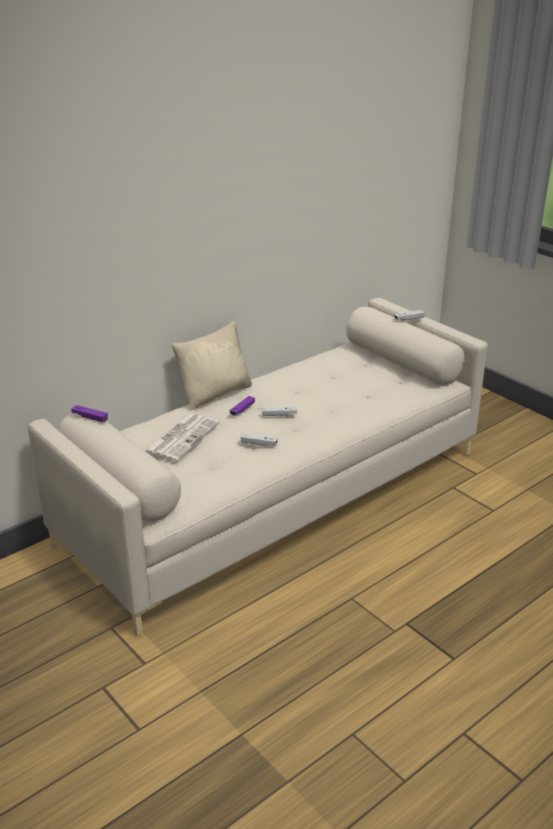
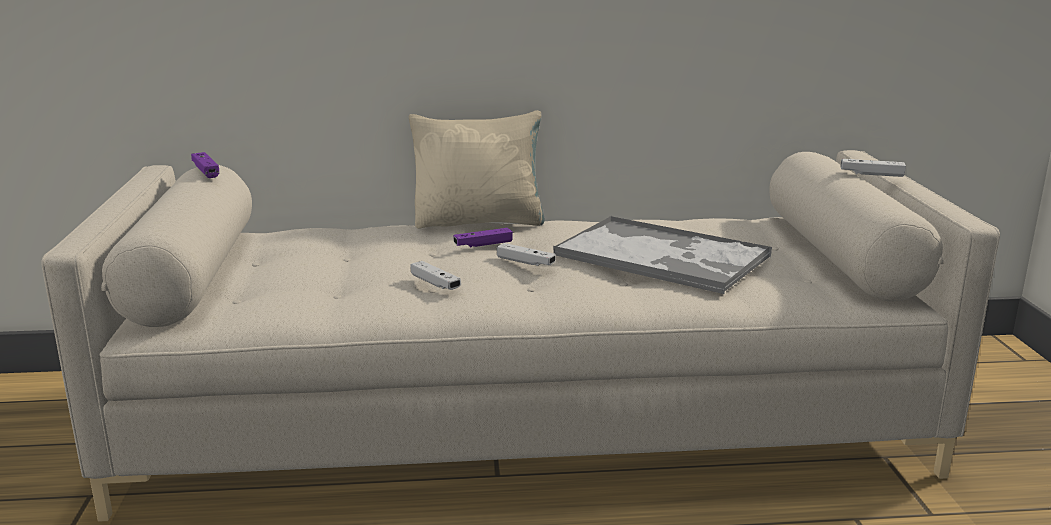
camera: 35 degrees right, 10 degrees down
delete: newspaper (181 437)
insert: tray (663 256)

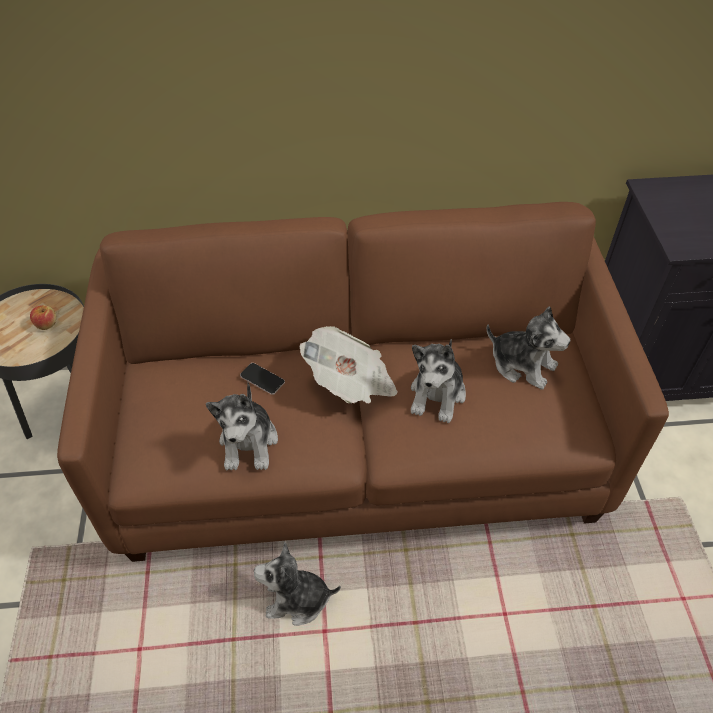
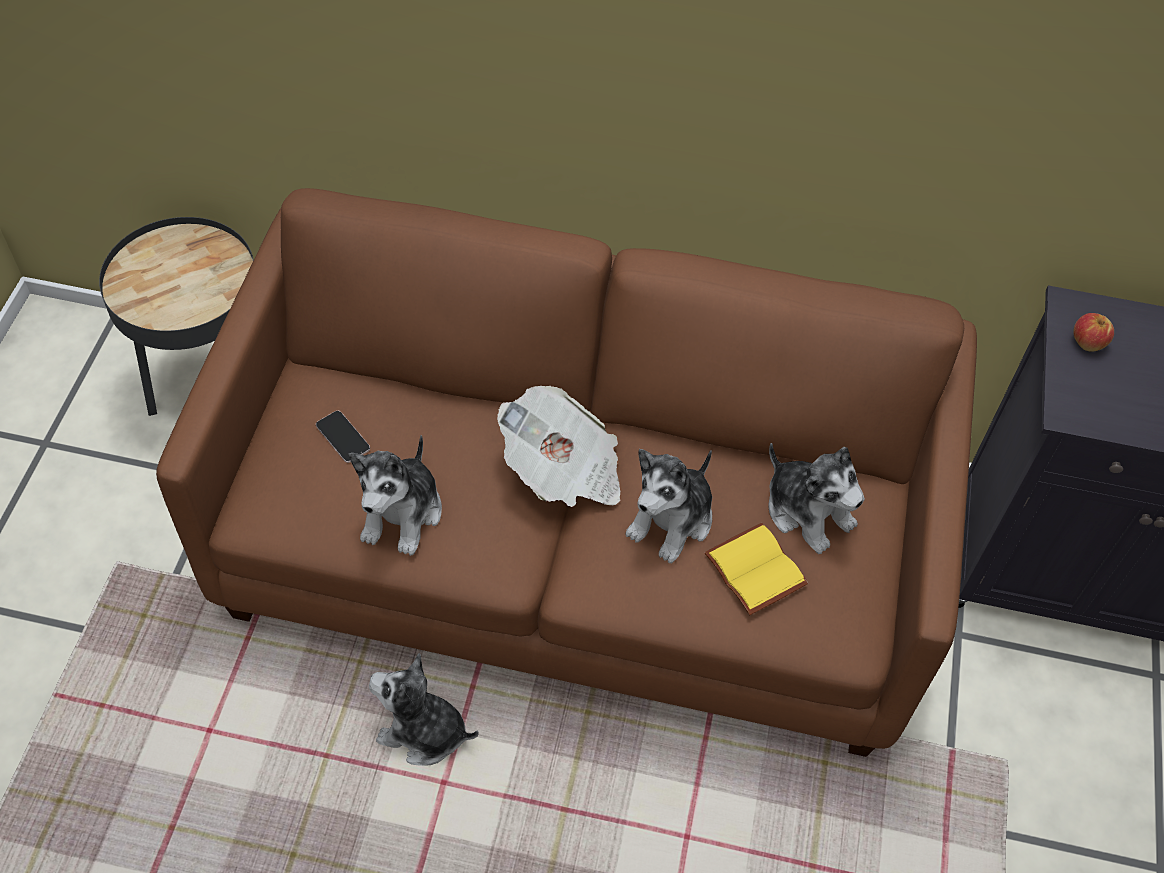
camera: 15 degrees right, 5 degrees up
insert: book in yellow (752 570)
move: apple (46 324) to (1087 342); phone (262 379) to (343 437)

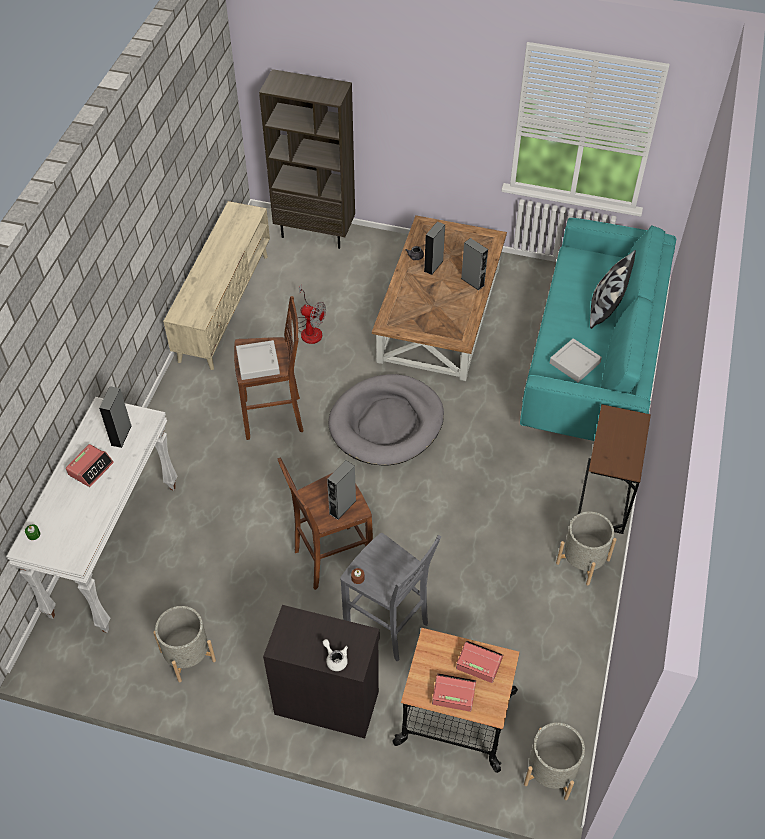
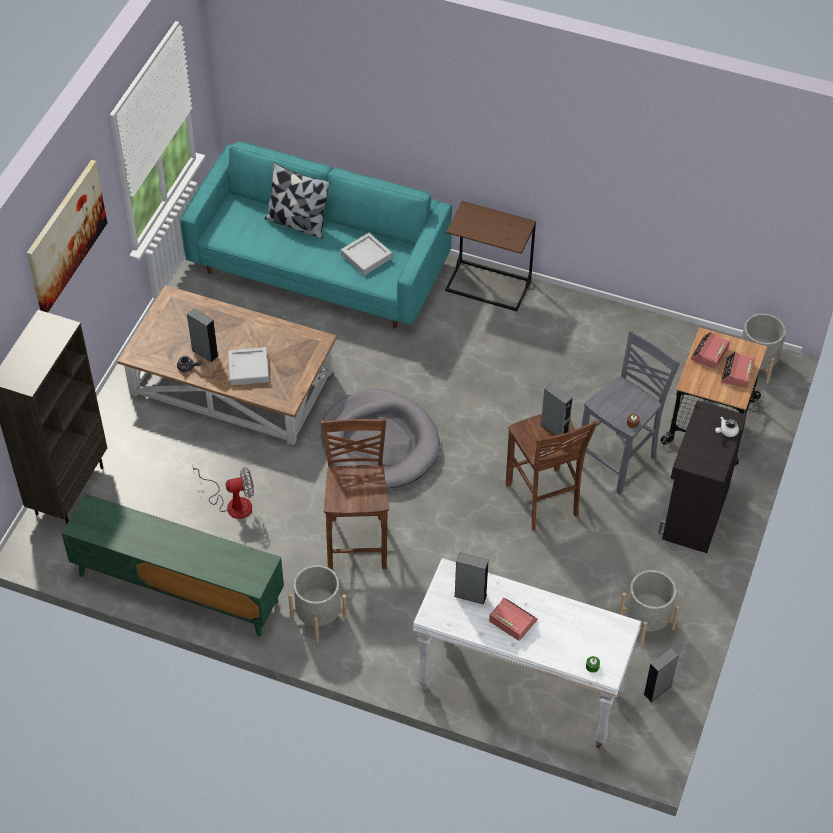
camera: 85 degrees left, 0 degrees up
insert: picture (66 236)
move: speaker in grey (472 282) to (657 690); tray in grey (258 363) to (248 369); planter in grey (583 561) to (318 617)
recolor: tv stand in beige (224 306) to tv stand in green (177 588)
rotate: fan (310 329) = (232 503) 45 degrees clockwise

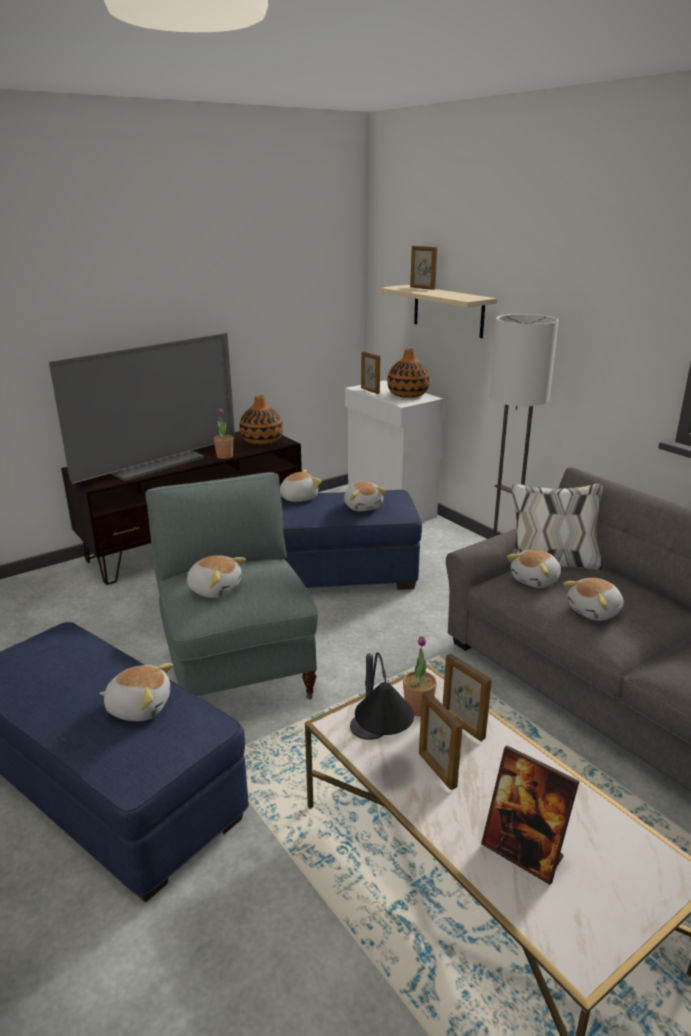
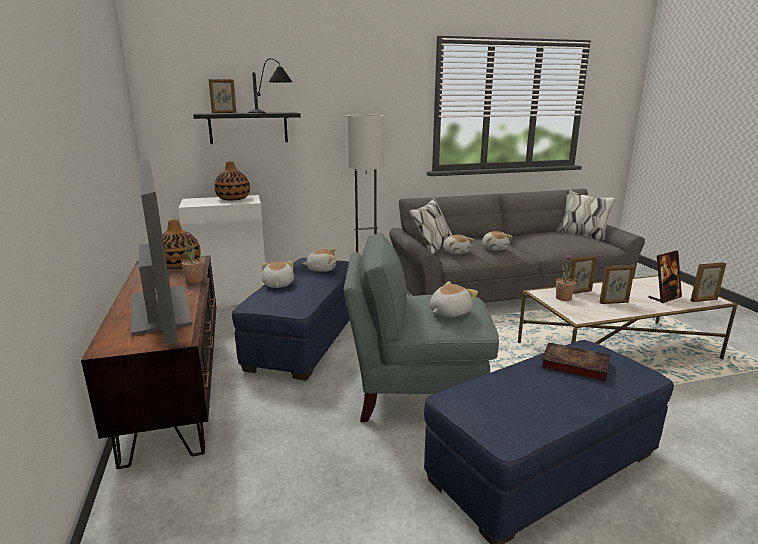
camera: 70 degrees left, 5 degrees down
move: picture frame (370 391) to (704 300); table lamp (377 753) to (273 112)
replace: plush toy (139 707) to book (573 365)
recolor: shelf in beige (448 311) to shelf in black (248 128)

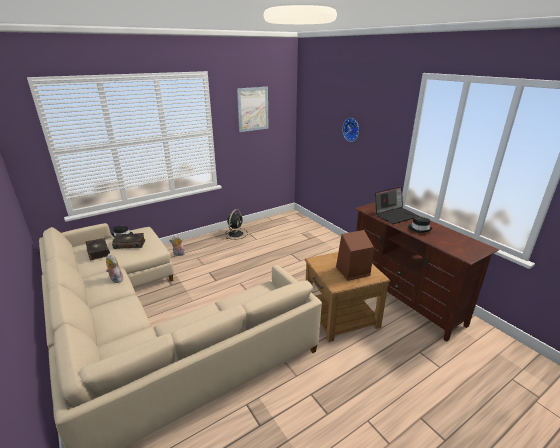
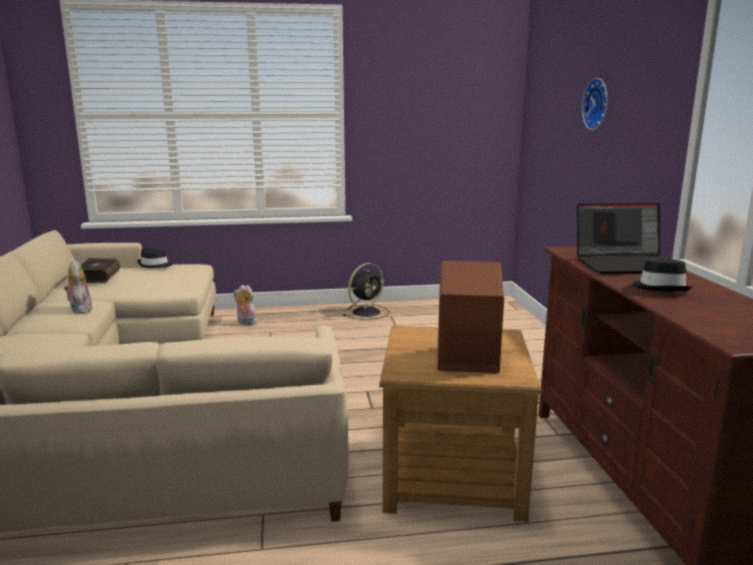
camera: 25 degrees right, 10 degrees down
delete: picture (253 109); book (130 244)

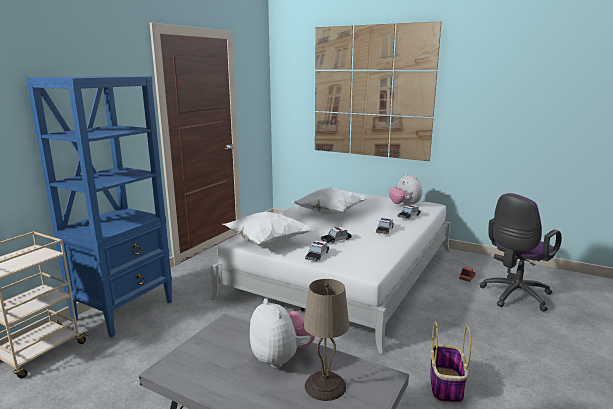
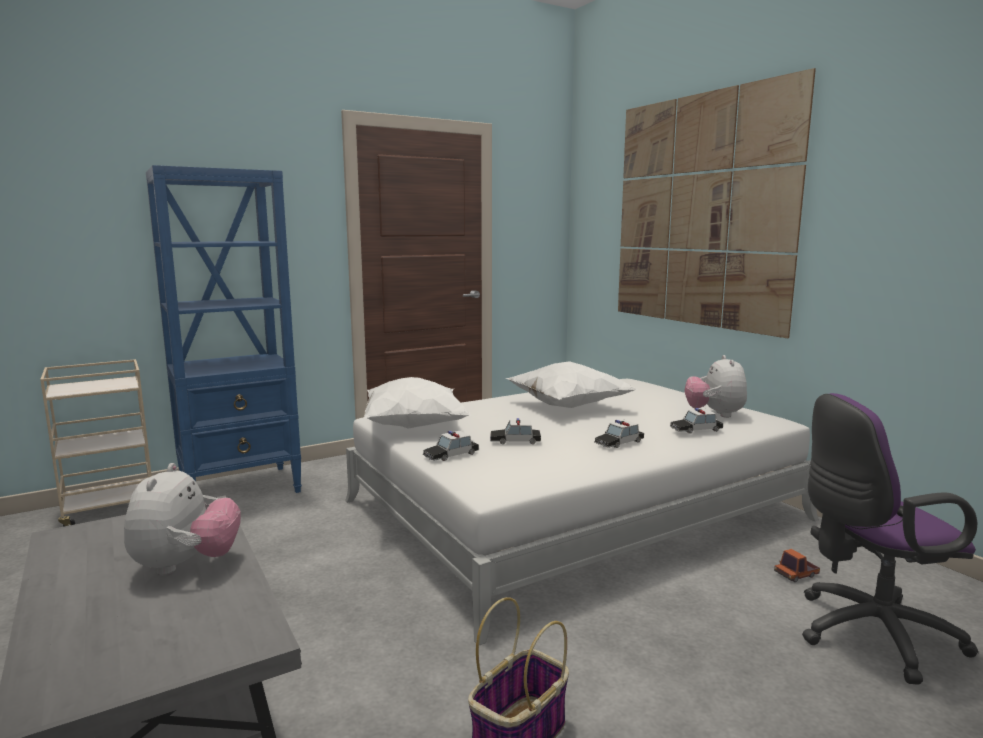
camera: 30 degrees right, 5 degrees down
delete: table lamp in beige (324 386)

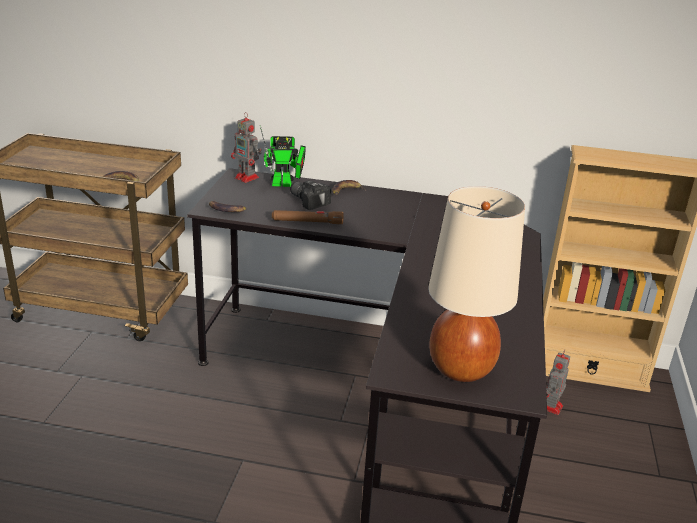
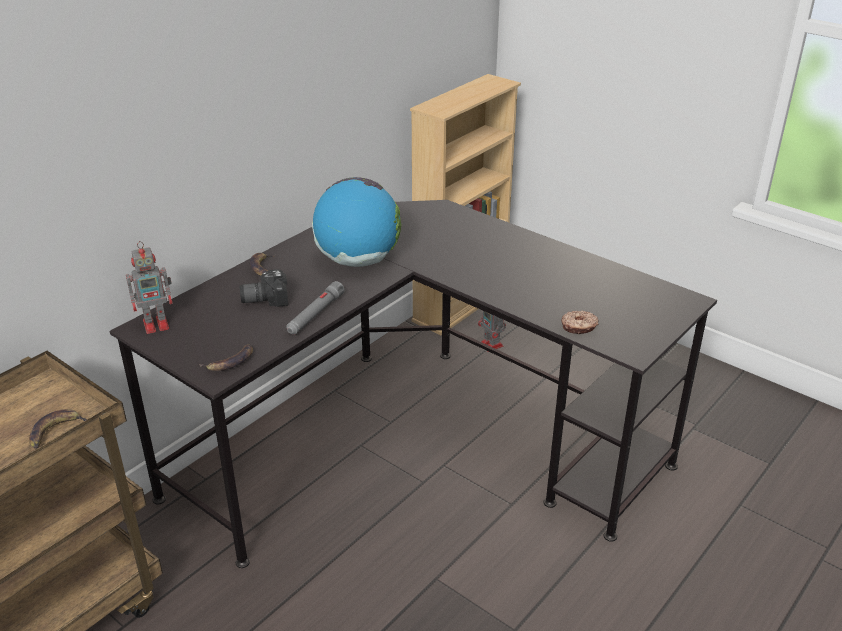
camera: 60 degrees left, 5 degrees up
delete: toy robot (285 184); table lamp in beige (461 369)
insert: globe (358 261); donut (579 327)
recolor: flashlight in brown (307 222) to flashlight in grey (315 314)

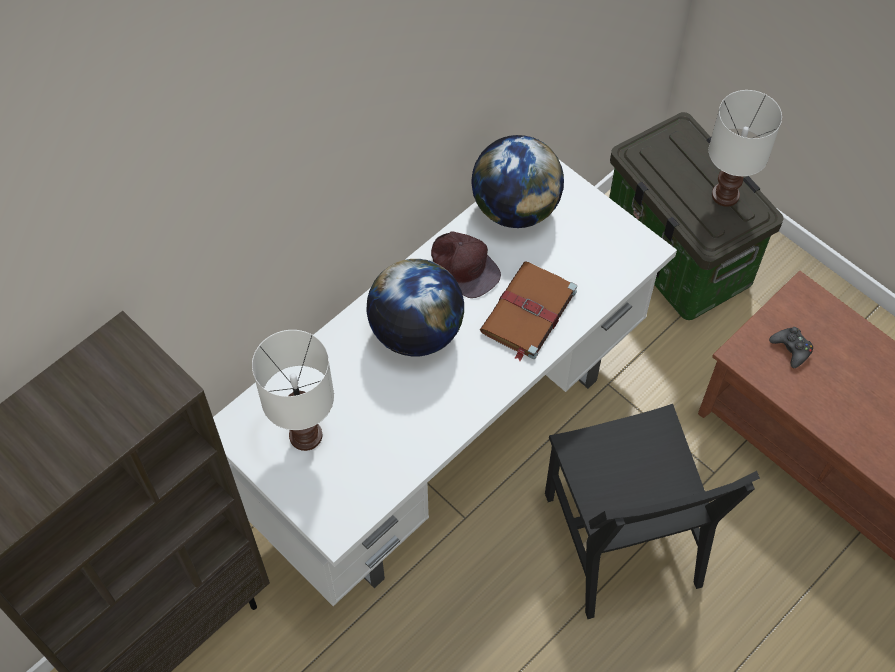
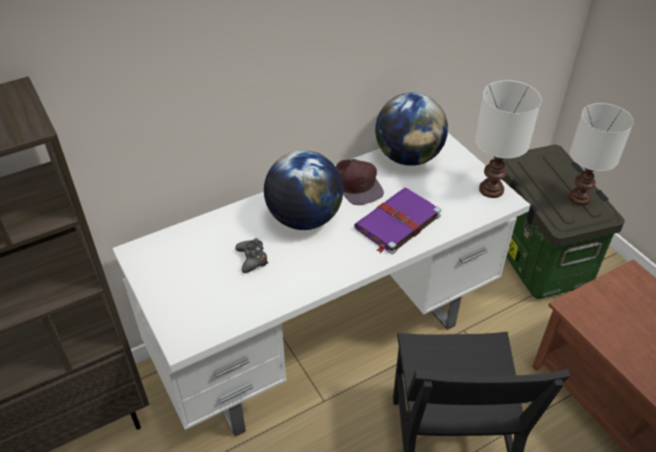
camera: 15 degrees right, 15 degrees down
move: game controller in black (791 349) to (252 259); table lamp in white (307 435) to (492 189)
recolor: book in brown (528 313) to book in purple (397 223)

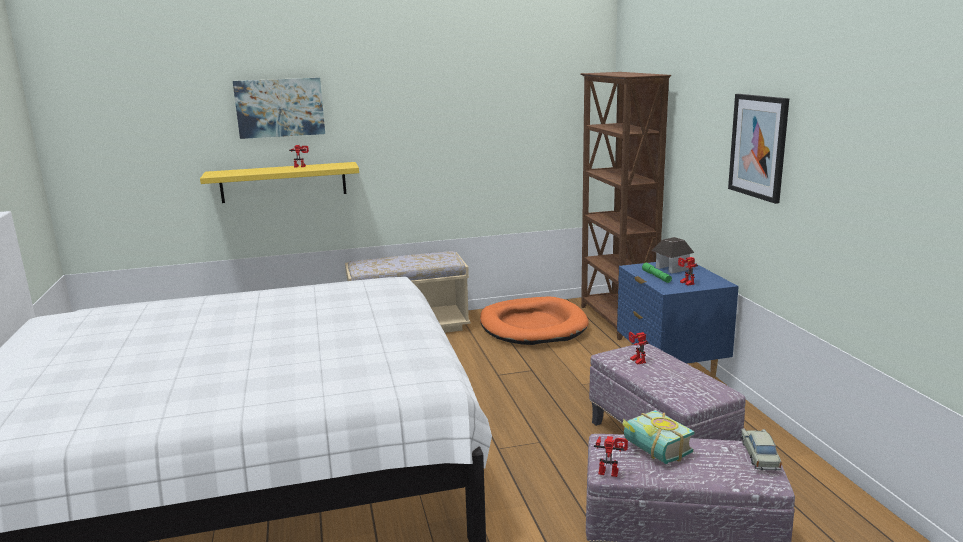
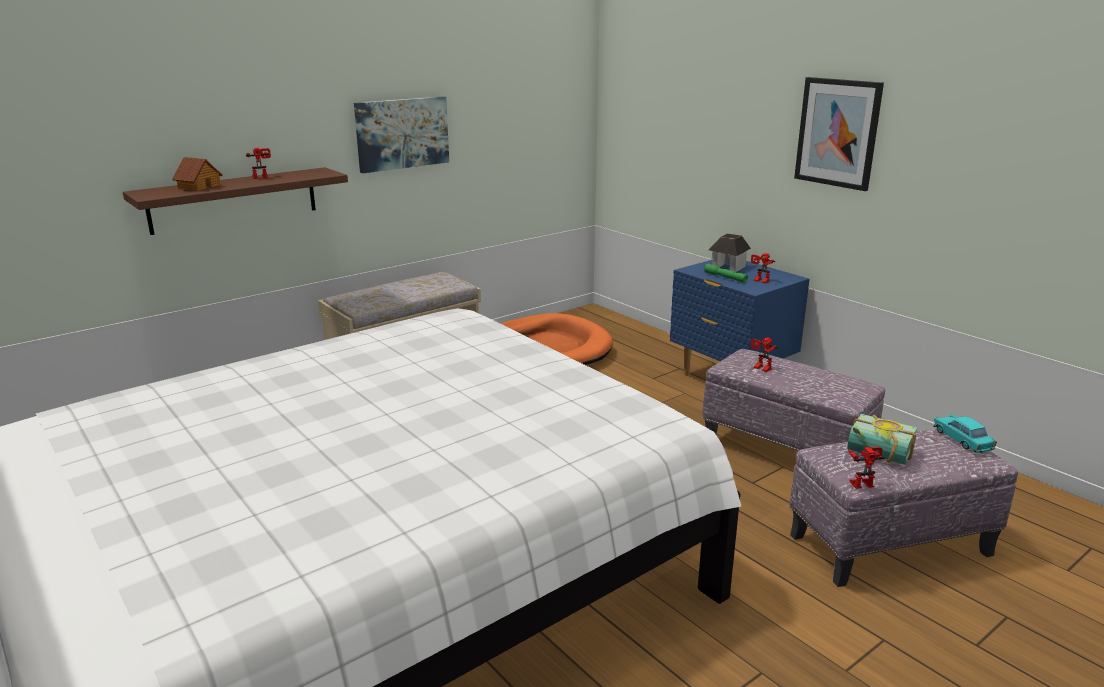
camera: 25 degrees left, 5 degrees up
delete: bookcase in brown (616 320)
insert: toy house (199 187)
move: picture (280 107) to (402 133)
recolor: shelf in yellow (283 182) to shelf in brown (234 200); toy car in beige (759 456) to toy car in turquoise (962 440)

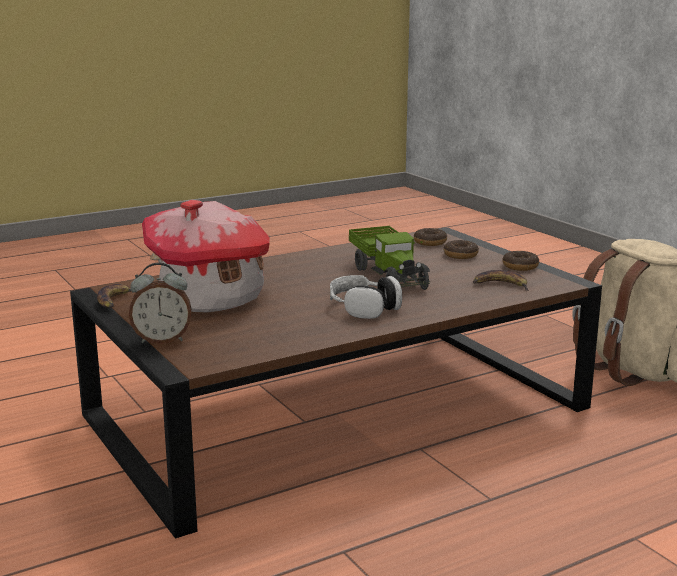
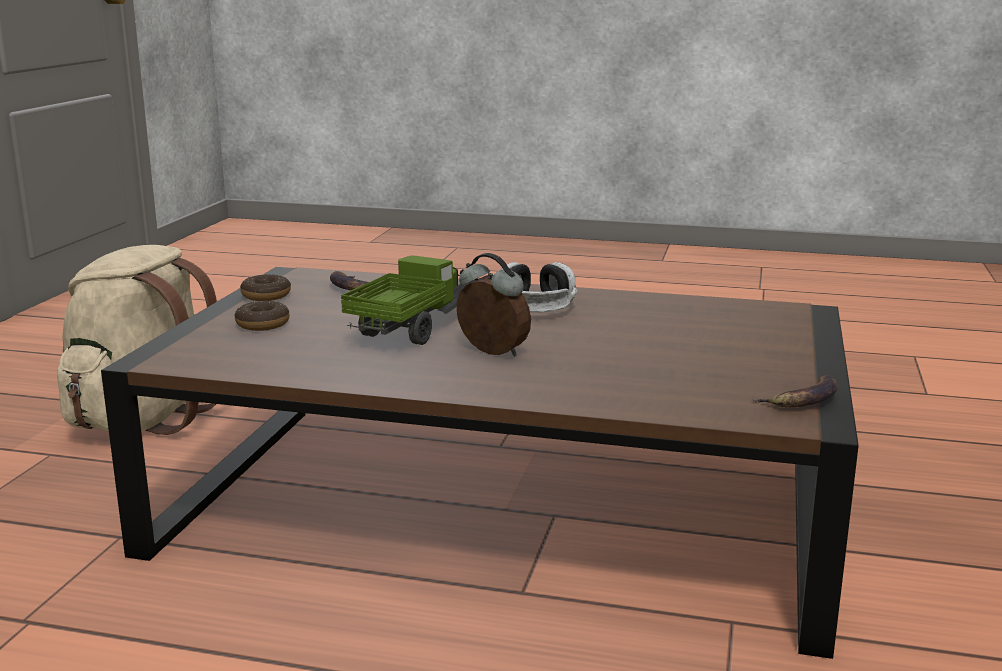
camera: 135 degrees left, 0 degrees up
delete: toy house (211 299); donut (430 242)
move: alarm clock (162 340) to (491 353)

